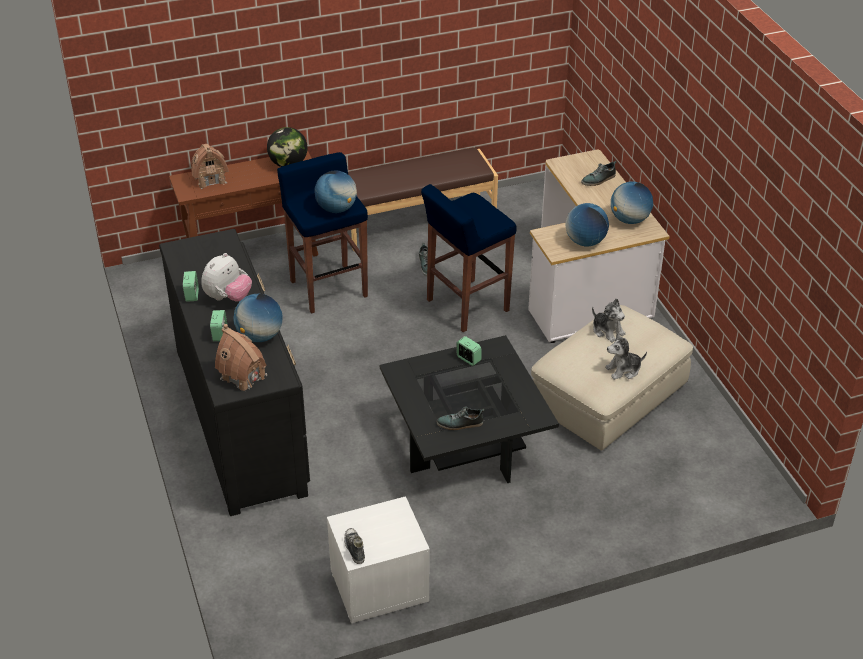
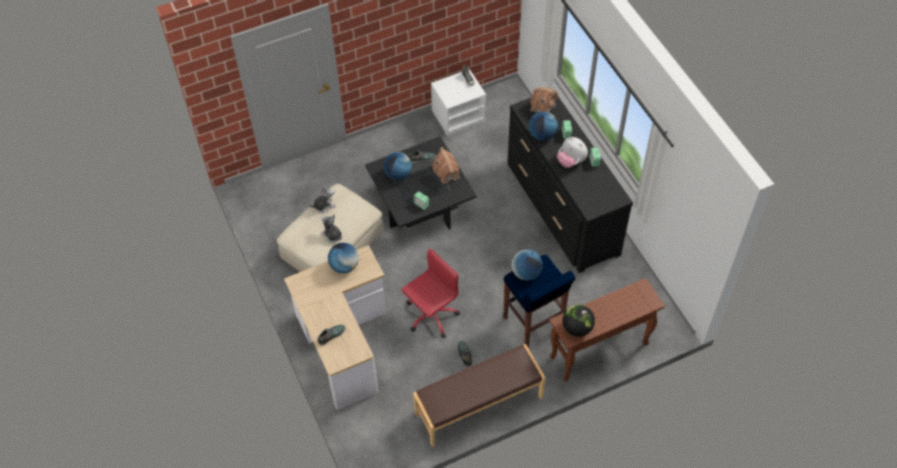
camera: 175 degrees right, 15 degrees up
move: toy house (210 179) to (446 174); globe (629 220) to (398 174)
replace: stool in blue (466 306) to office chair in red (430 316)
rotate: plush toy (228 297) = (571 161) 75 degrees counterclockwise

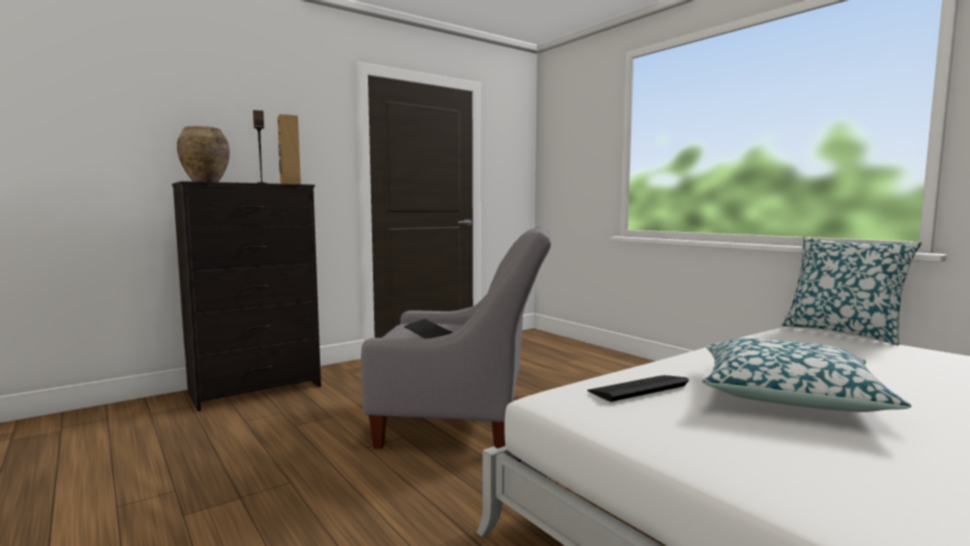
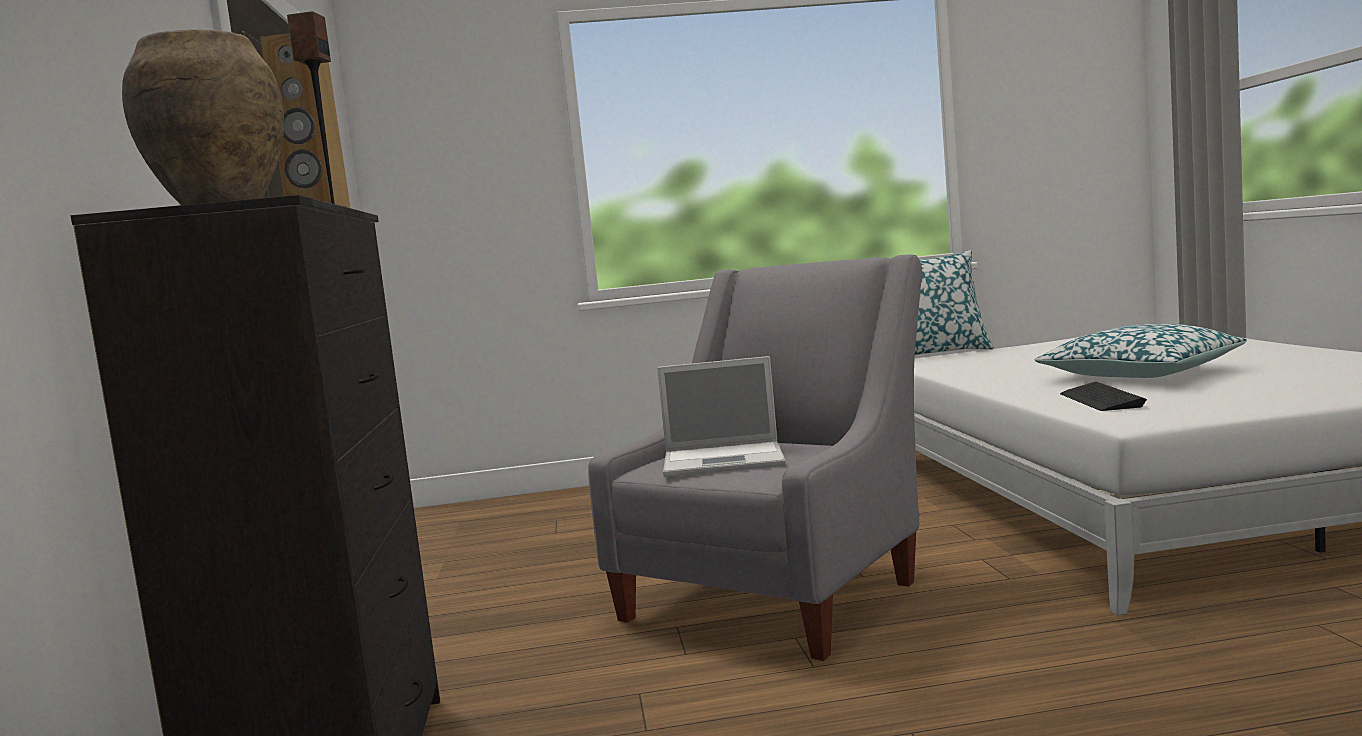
camera: 60 degrees left, 0 degrees up
replace: keyboard (427 331) to laptop (726 460)

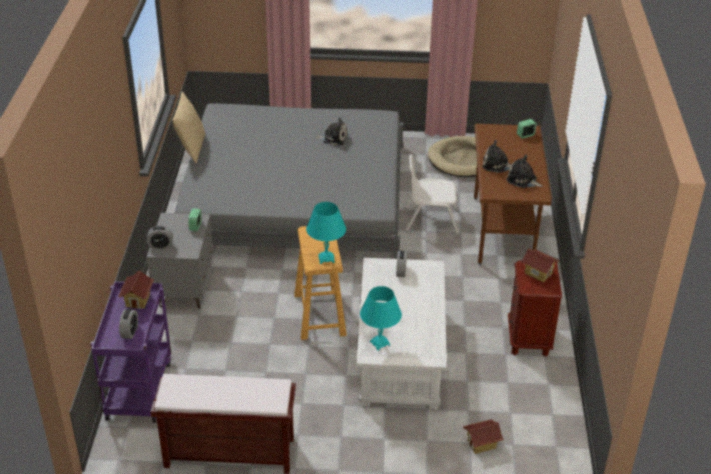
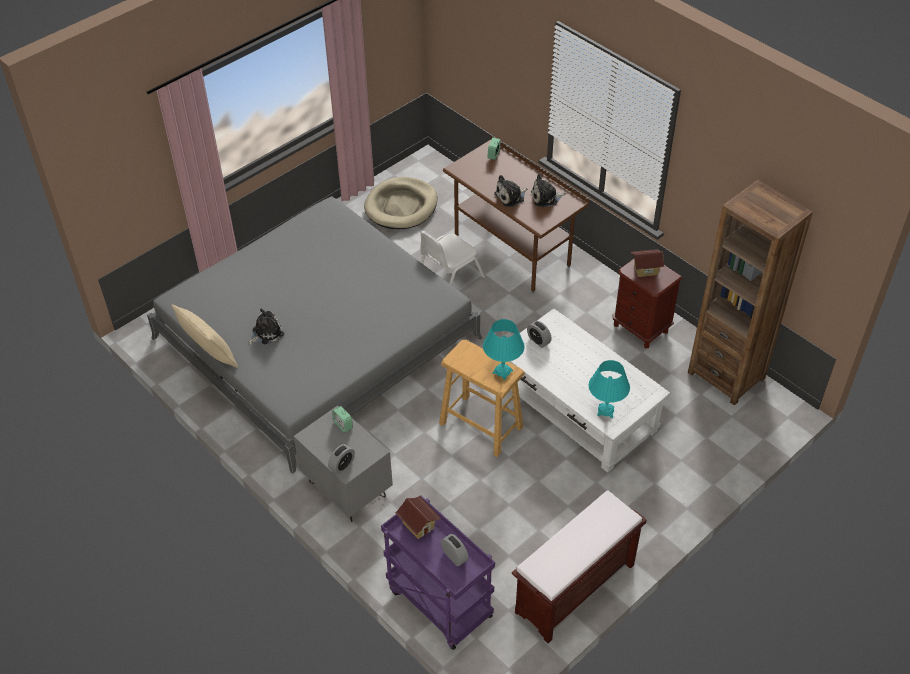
camera: 45 degrees left, 10 degrees up
delete: toy house (481 444)
insert: bookcase in brown (726 375)
move: plush toy (333 138) to (266 333)

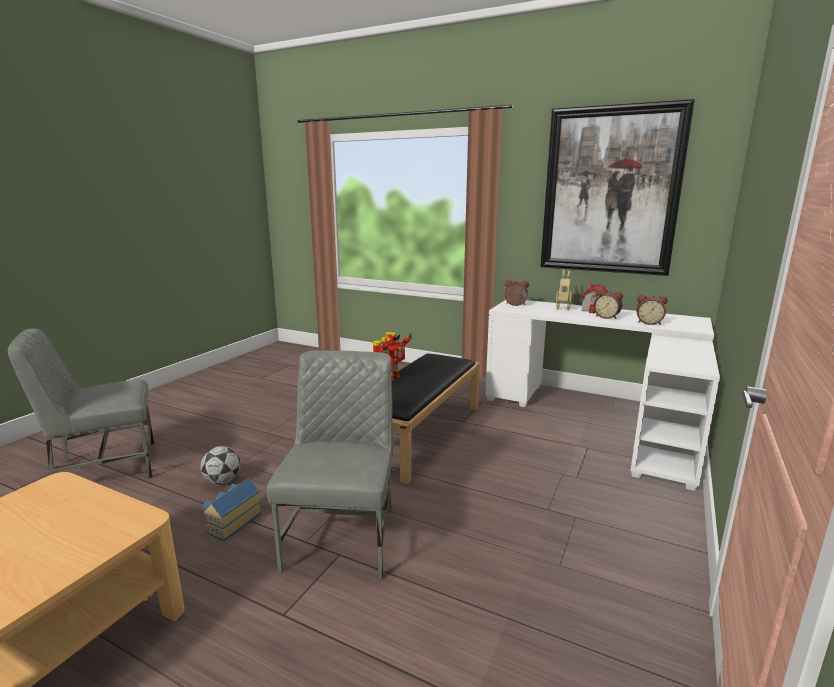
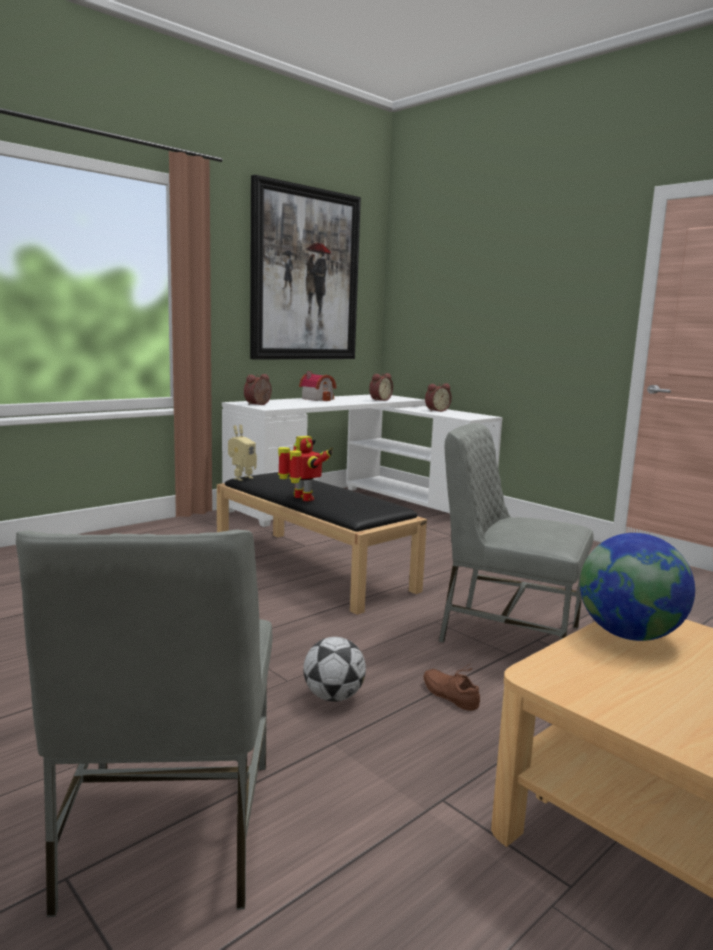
camera: 70 degrees left, 5 degrees down
insert: globe (629 635)
move: toy robot (563 308) to (241 478); alarm clock (606 317) to (436 410)
replace: toy house (232 522) to shoe in brown (451 694)

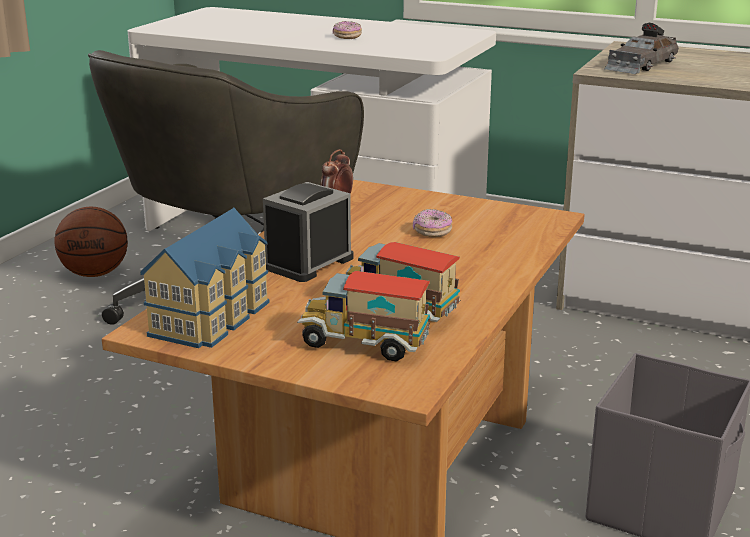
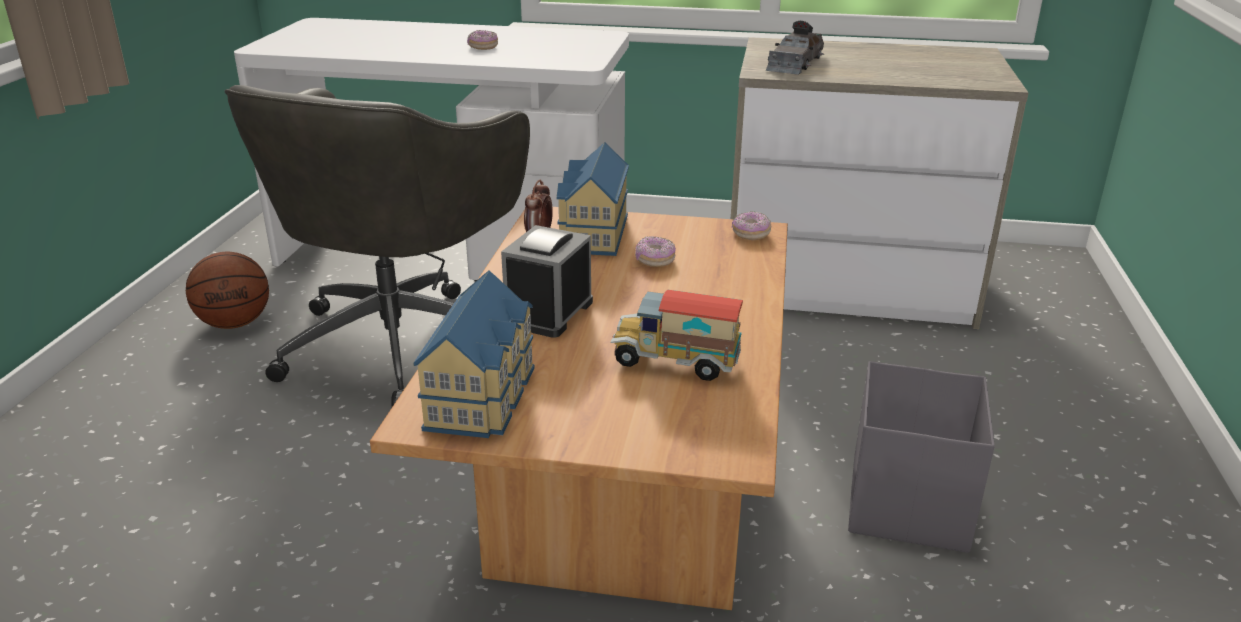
camera: 15 degrees left, 5 degrees up
delete: toy truck (364 345)
insert: toy house (591 233); donut (750 234)

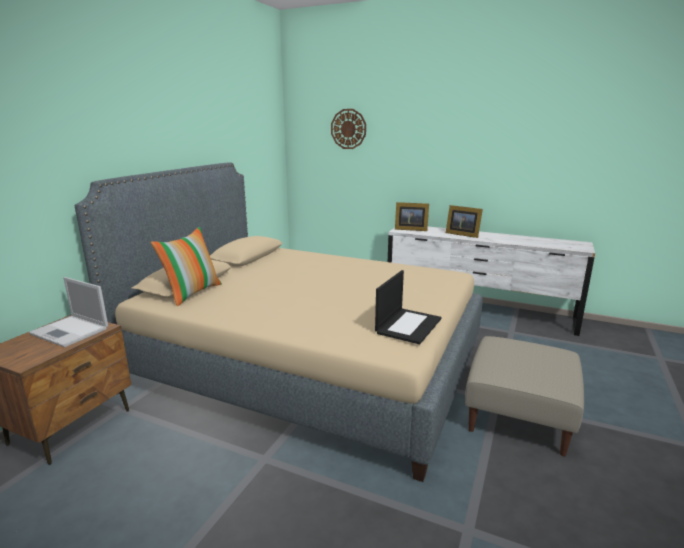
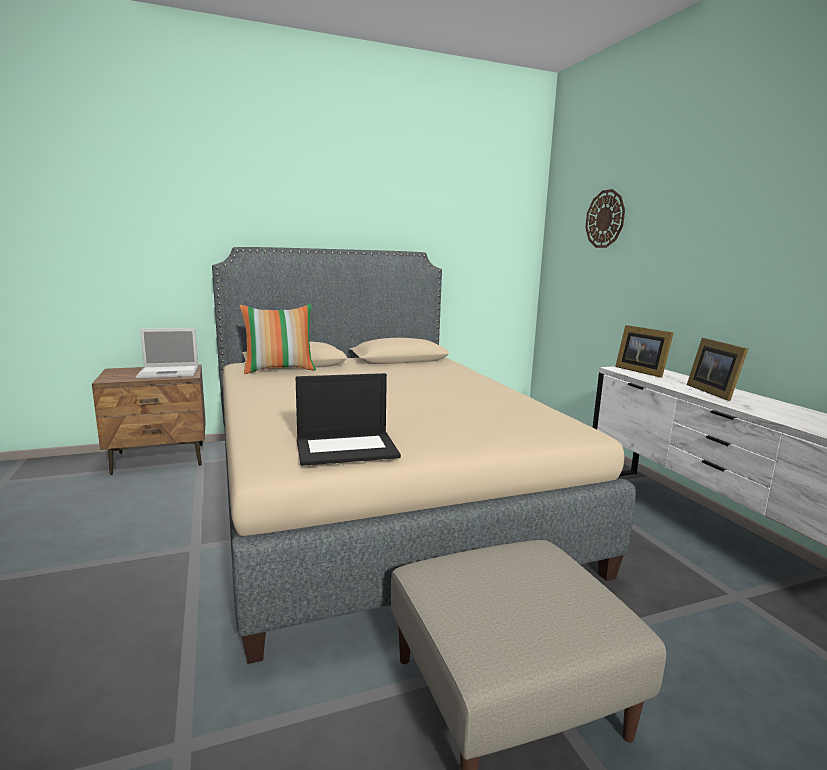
camera: 45 degrees right, 5 degrees down
rotate: laptop (70 331) = (170 372) 90 degrees counterclockwise

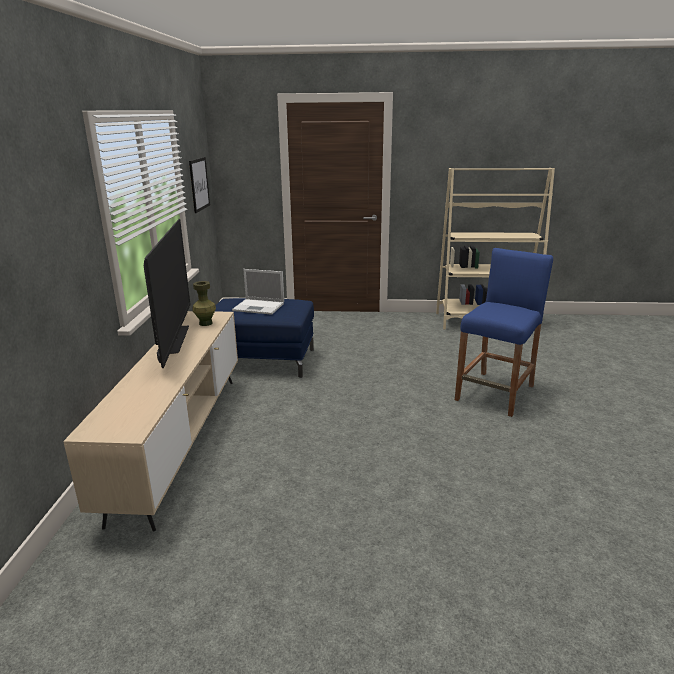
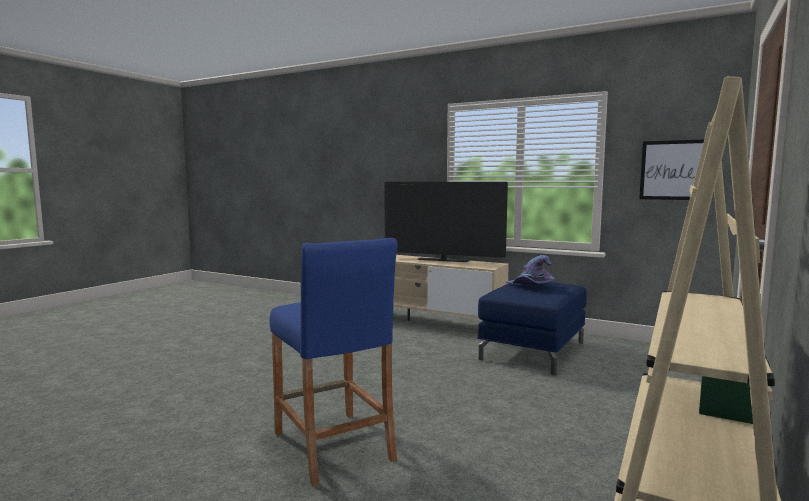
camera: 115 degrees right, 15 degrees down
delete: vase in green (206 323)
replace: laptop (259 307) to hat in purple (530 286)

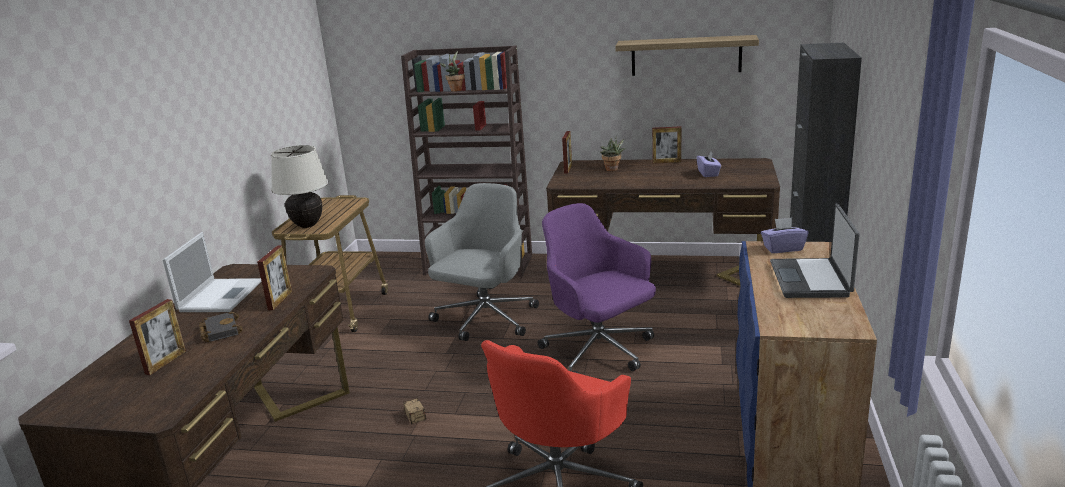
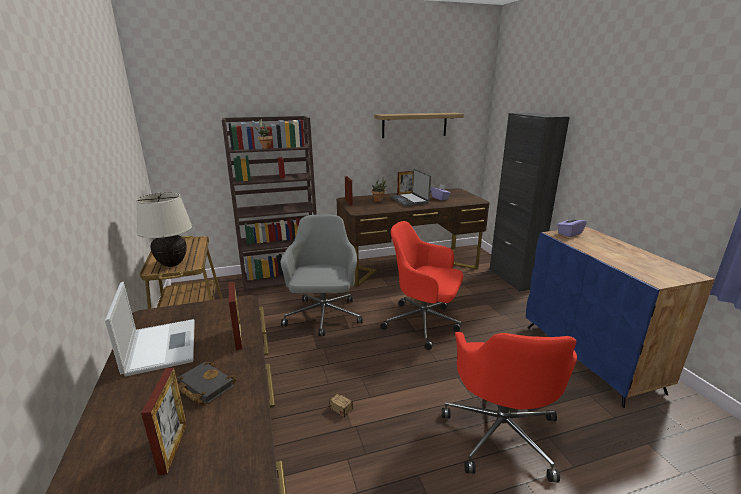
camera: 30 degrees left, 0 degrees up
move: laptop (811 280) to (410 200)
recolor: office chair in purple (599 352) to office chair in red (423 323)

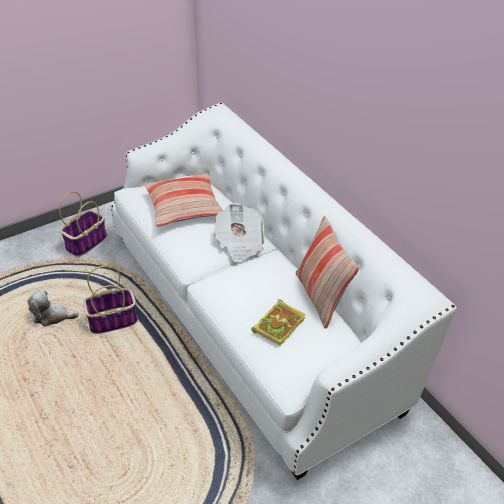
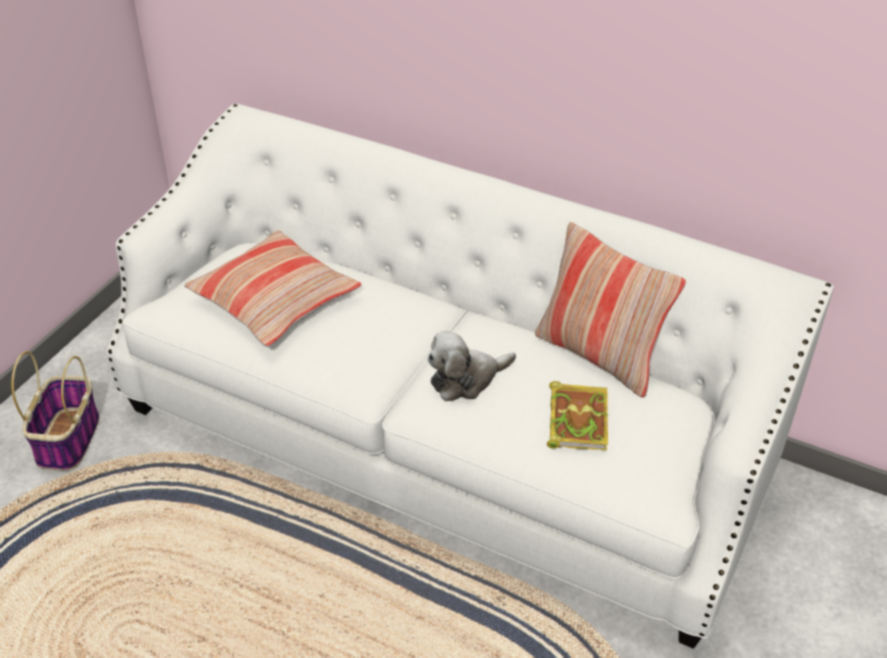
camera: 30 degrees left, 0 degrees up
delete: newspaper (239 243); basket (113 320)
move: plush toy (52 316) to (466 379)

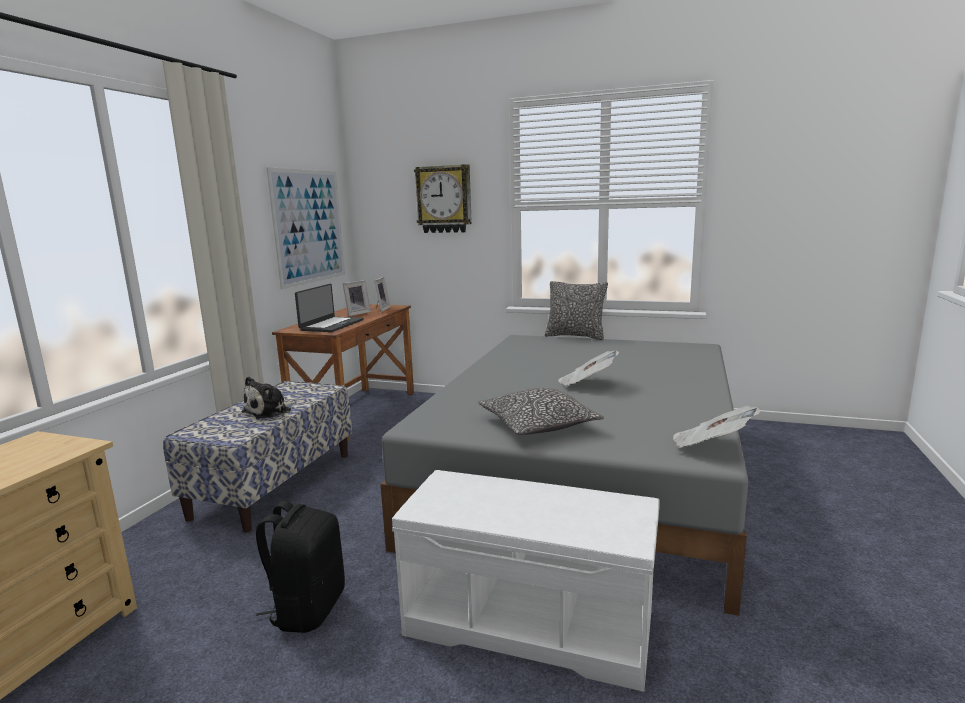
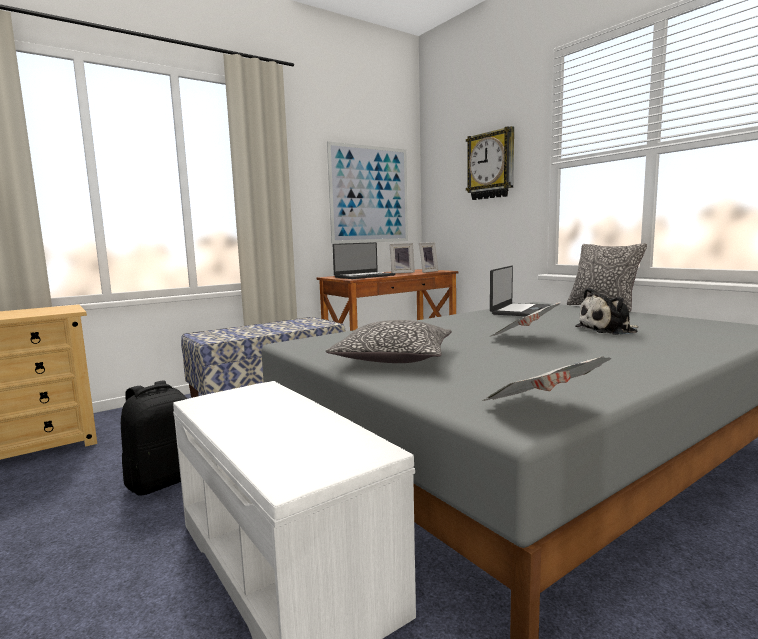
camera: 35 degrees right, 5 degrees down
insert: laptop (519 310)
move: plush toy (270 411) to (609 330)

